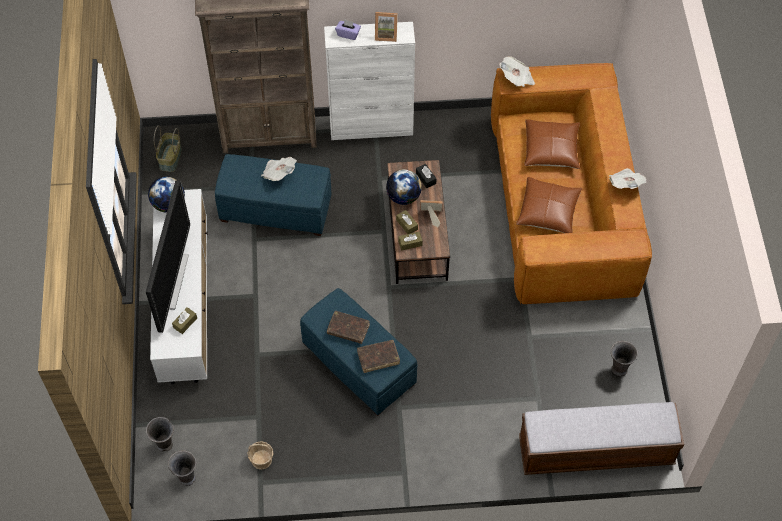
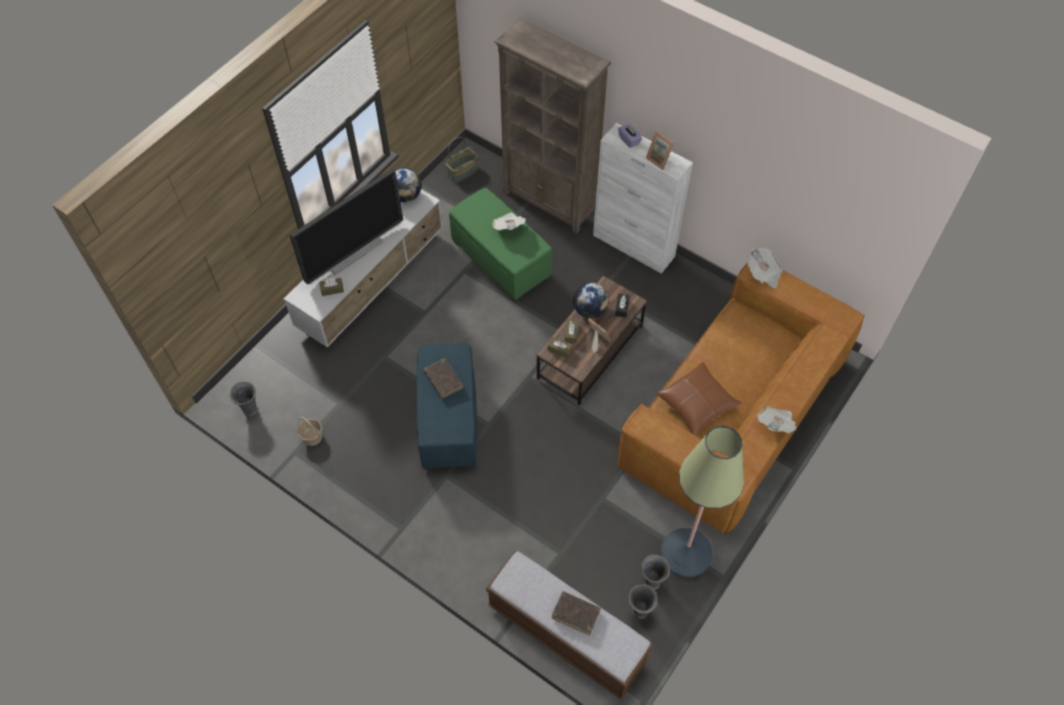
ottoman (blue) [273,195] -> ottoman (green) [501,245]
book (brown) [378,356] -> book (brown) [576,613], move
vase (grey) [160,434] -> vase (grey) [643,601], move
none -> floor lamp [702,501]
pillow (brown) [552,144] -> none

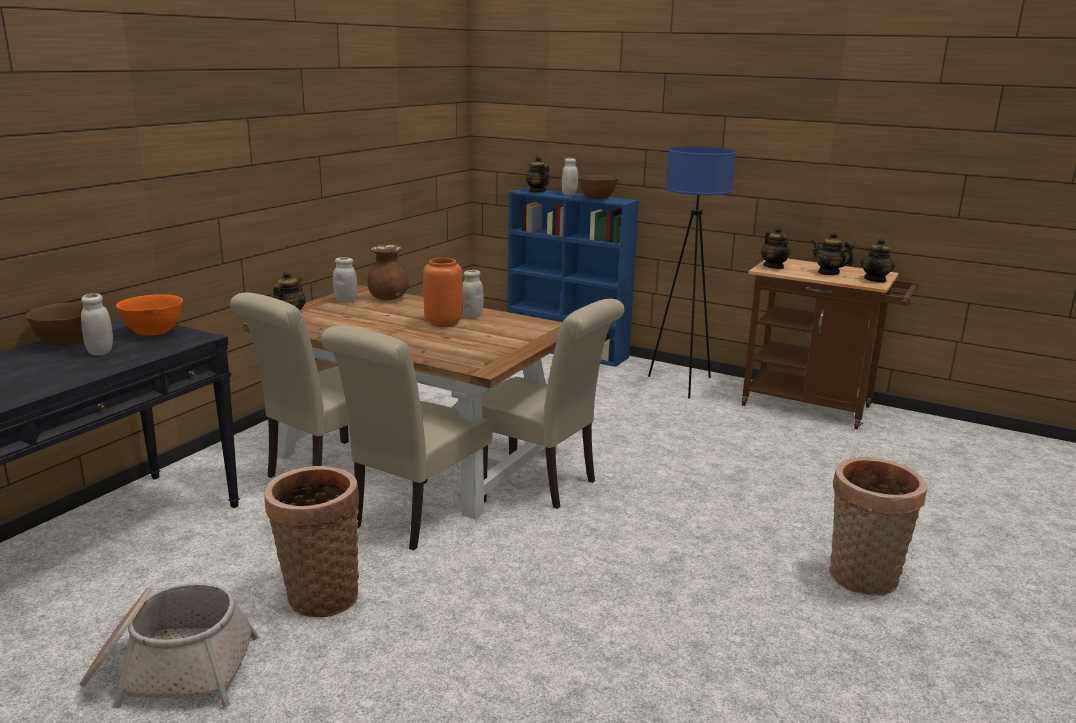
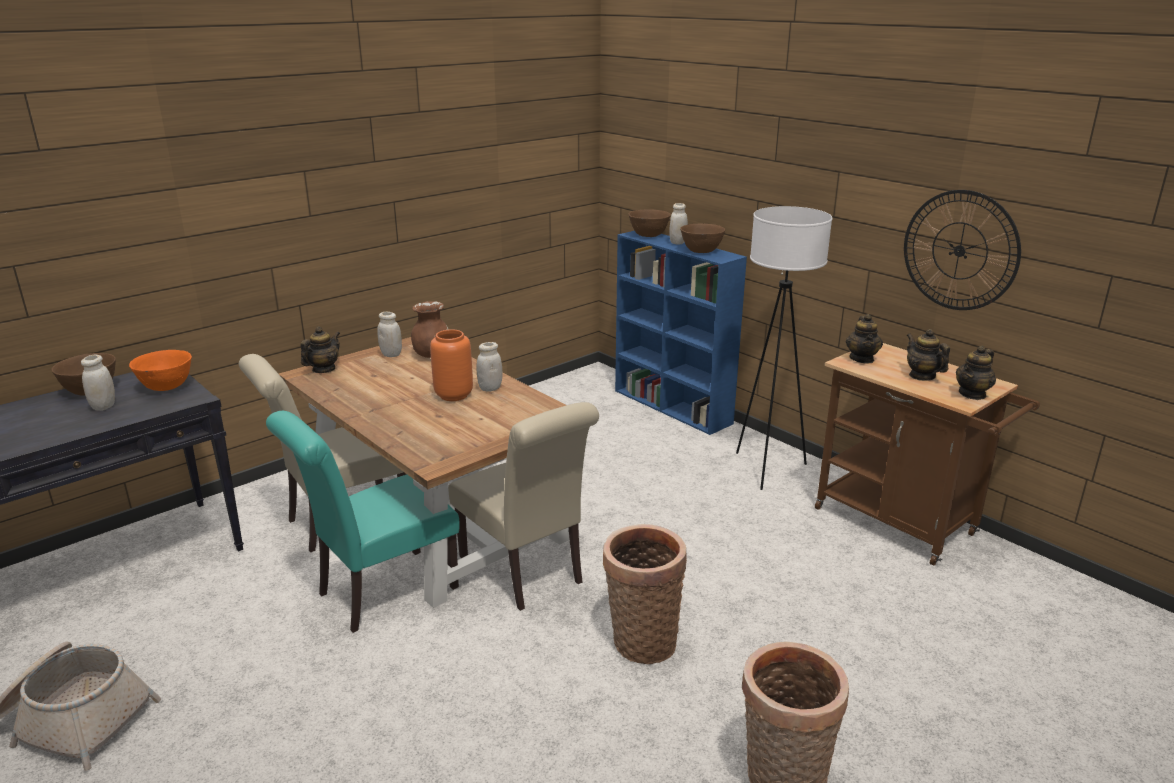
chair (beige) [407,438] -> chair (turquoise) [363,522]
basket [311,541] -> basket [645,594], move
teapot [538,174] -> bowl (brown) [649,223]
floor lamp (blue) [692,272] -> floor lamp (white) [784,348]
none -> wall clock [962,250]

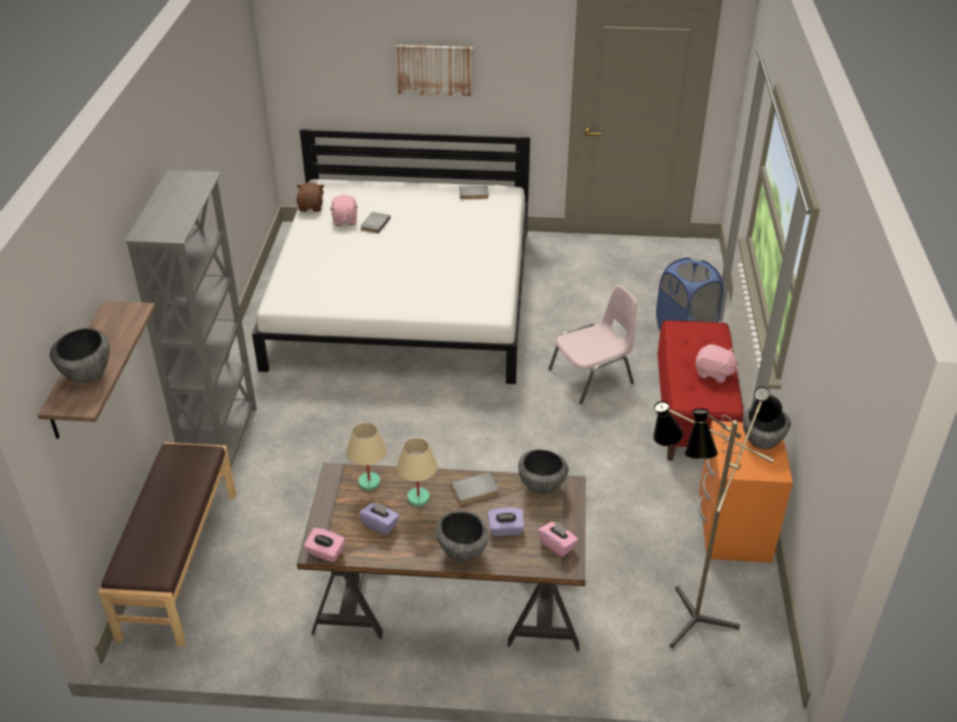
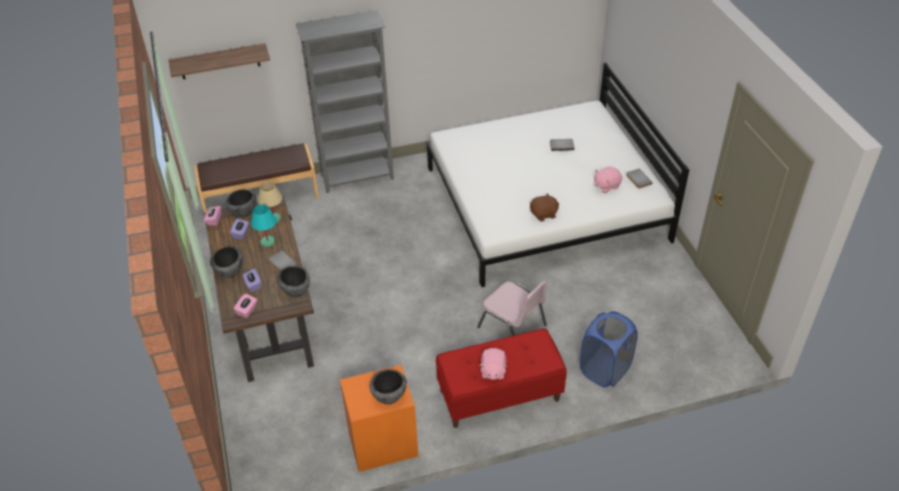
bowl [80,355] -> bowl [240,204], move
table lamp (beige) [417,472] -> table lamp (turquoise) [263,225]
plush toy (brown) [310,197] -> plush toy (brown) [544,207], move
plush toy (pink) [343,210] -> plush toy (pink) [608,179], move
picture [434,70] -> none
floor lamp [717,517] -> none

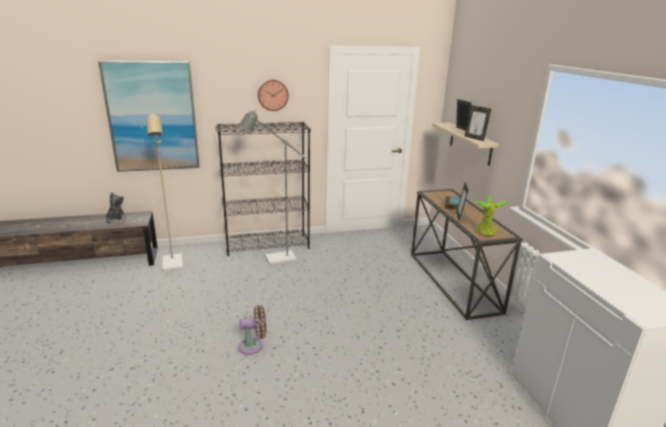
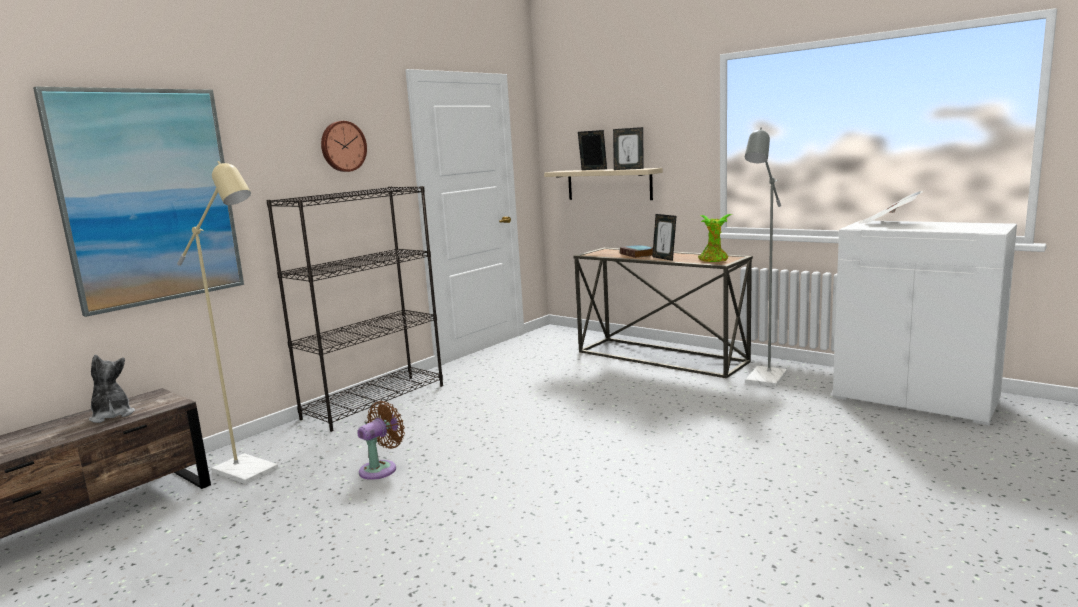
fan (brown) [252,330] -> fan (brown) [381,440], move
floor lamp (grey) [272,187] -> floor lamp (grey) [766,257], move
none -> newspaper [891,207]

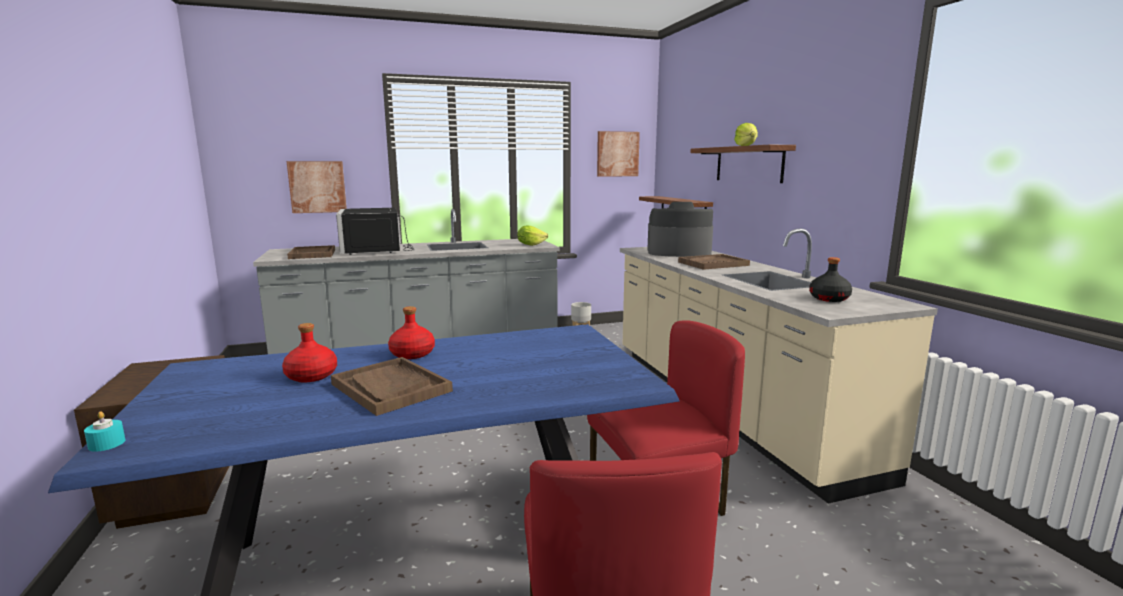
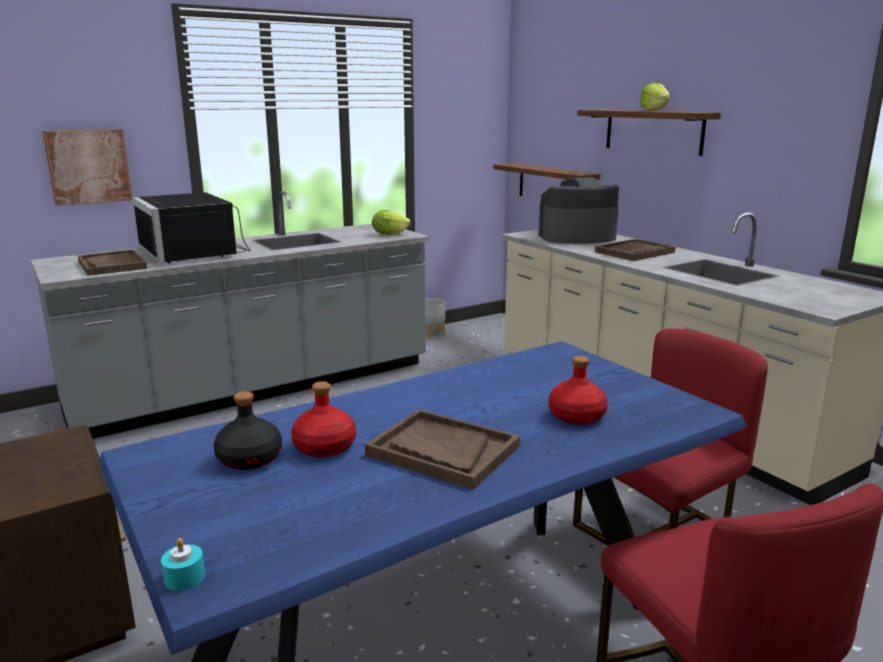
bottle (black) [830,279] -> bottle (black) [248,430], move
bottle (red) [411,332] -> bottle (red) [578,390], move
picture [618,154] -> none

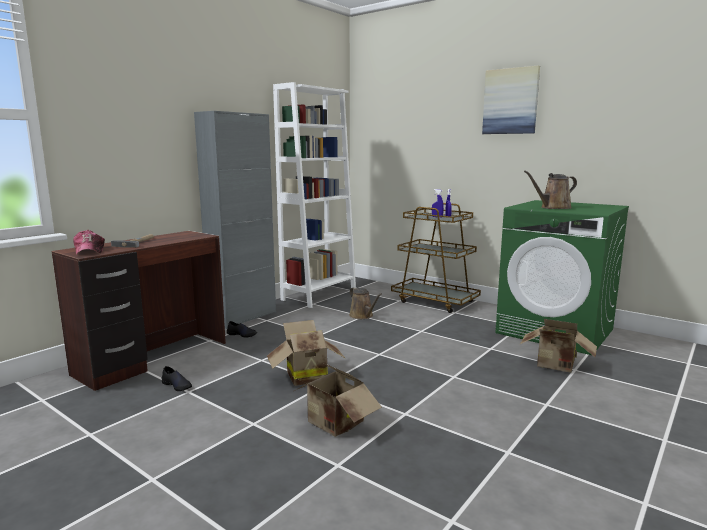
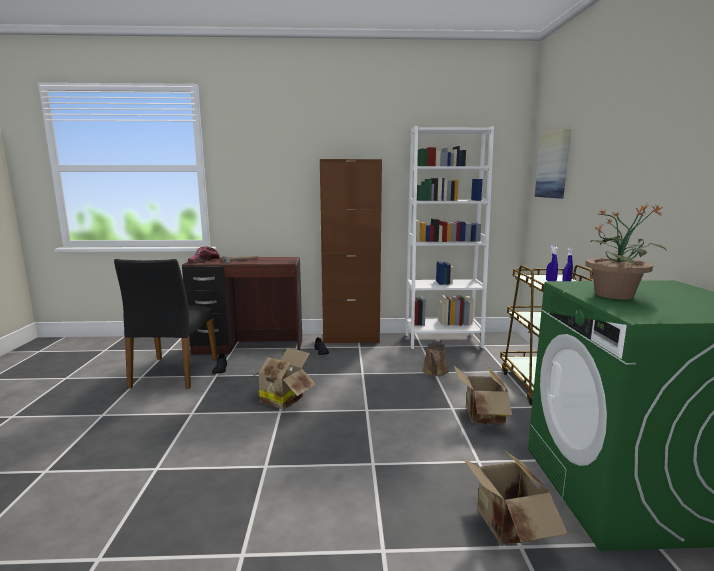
none -> chair (black) [165,324]
cabinet (grey) [235,220] -> cabinet (brown) [351,251]
cardboard box [338,400] -> cardboard box [483,395], move
picture [511,99] -> picture [553,163], move
watering can (brown) [550,190] -> potted plant [625,251]

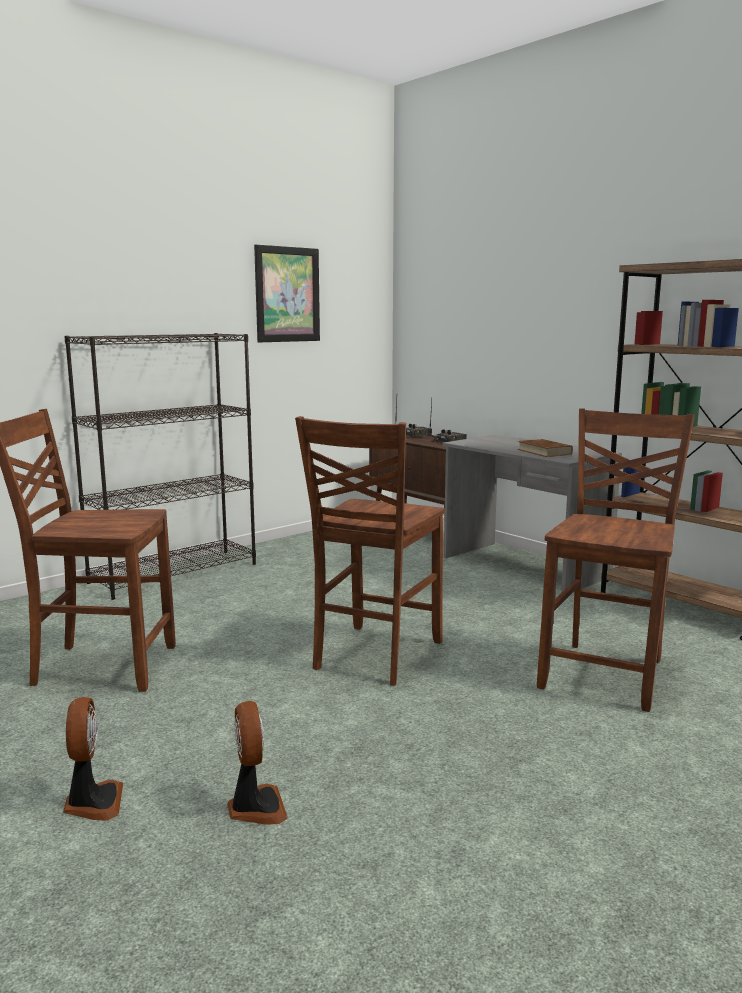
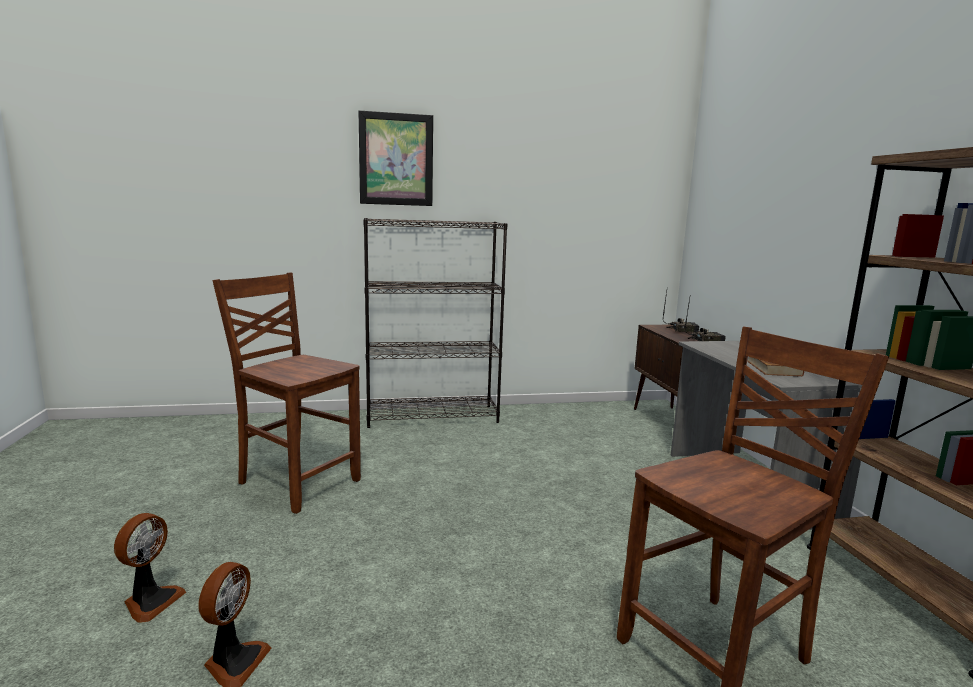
picture [287,293] -> picture [395,158], move
chair (brown) [370,551] -> none

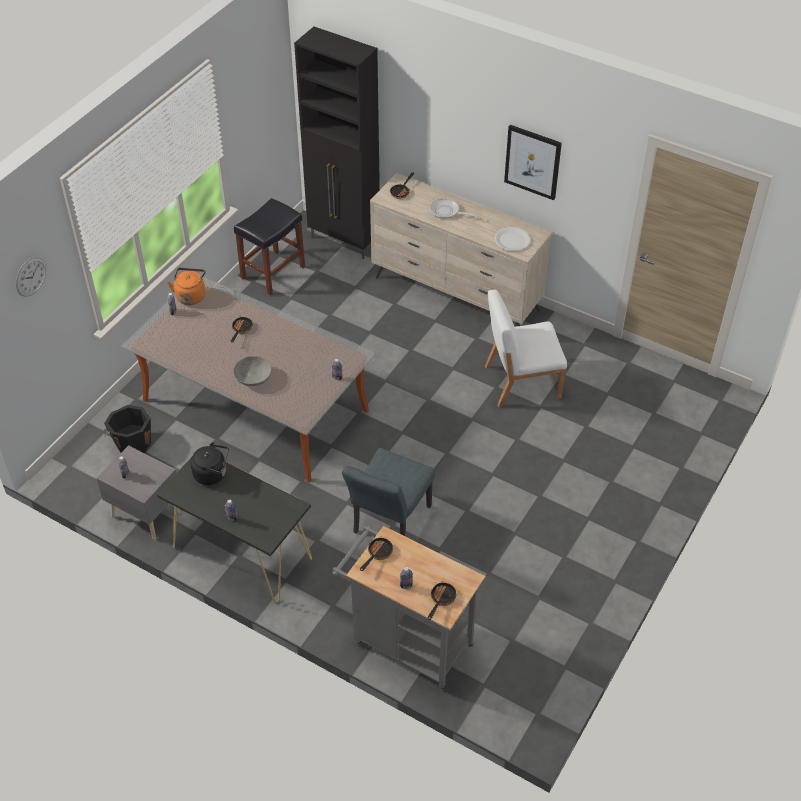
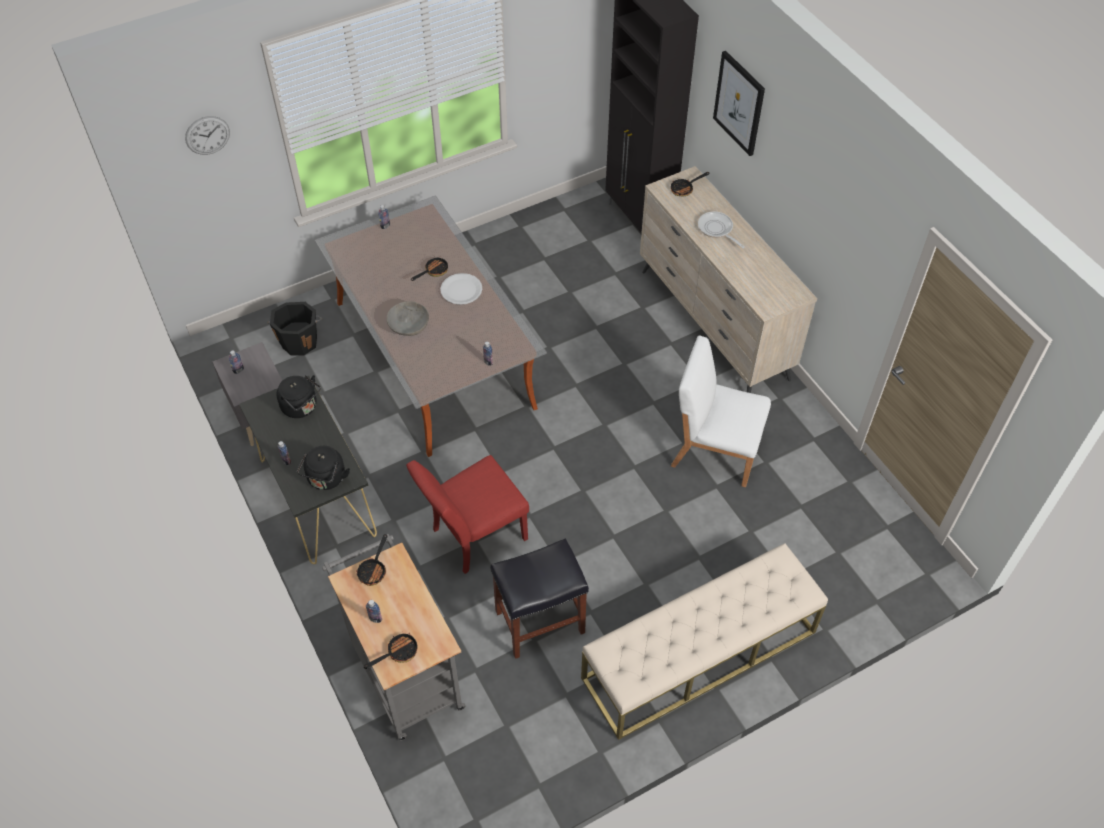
none -> kettle (black) [323,468]
frying pan [376,553] -> frying pan [371,560], 135 degrees clockwise
chair (grey) [388,492] -> chair (red) [467,514]
plate (white) [513,239] -> plate (white) [461,289], move
stool (black) [269,246] -> stool (black) [539,599], move
none -> bench (beige) [704,641]
picture [533,162] -> picture [739,103], move
kettle (orange) [186,286] -> none

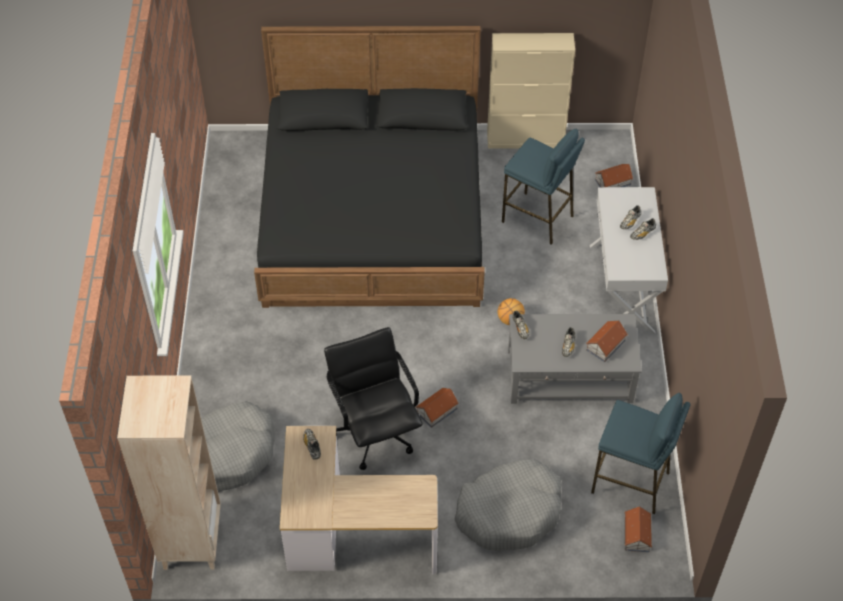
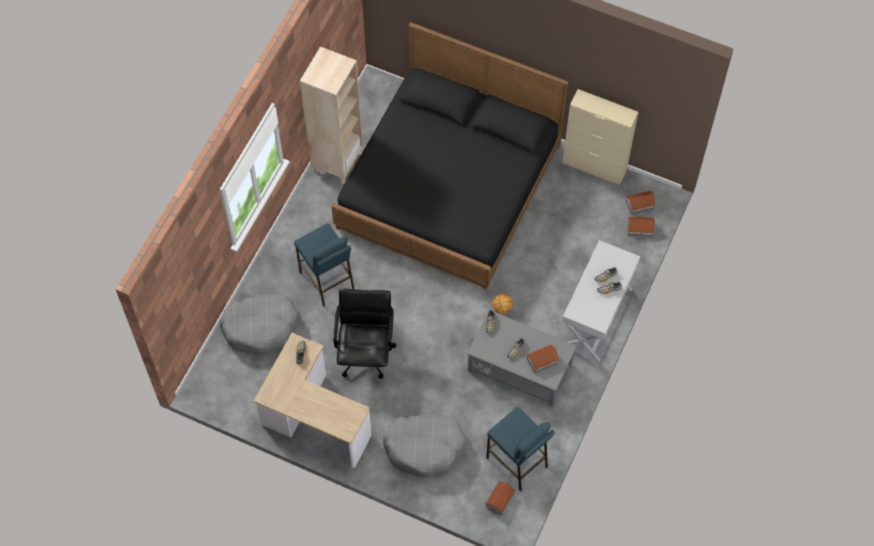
stool (blue) [543,187] -> stool (blue) [324,264], move
bookcase (beige) [169,472] -> bookcase (beige) [331,116], move
toy house [437,408] -> toy house [641,202], move

